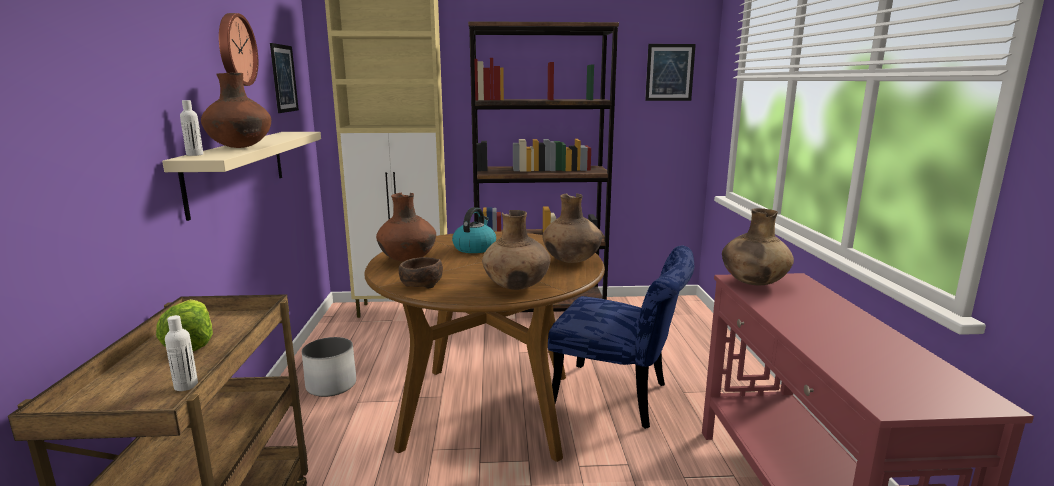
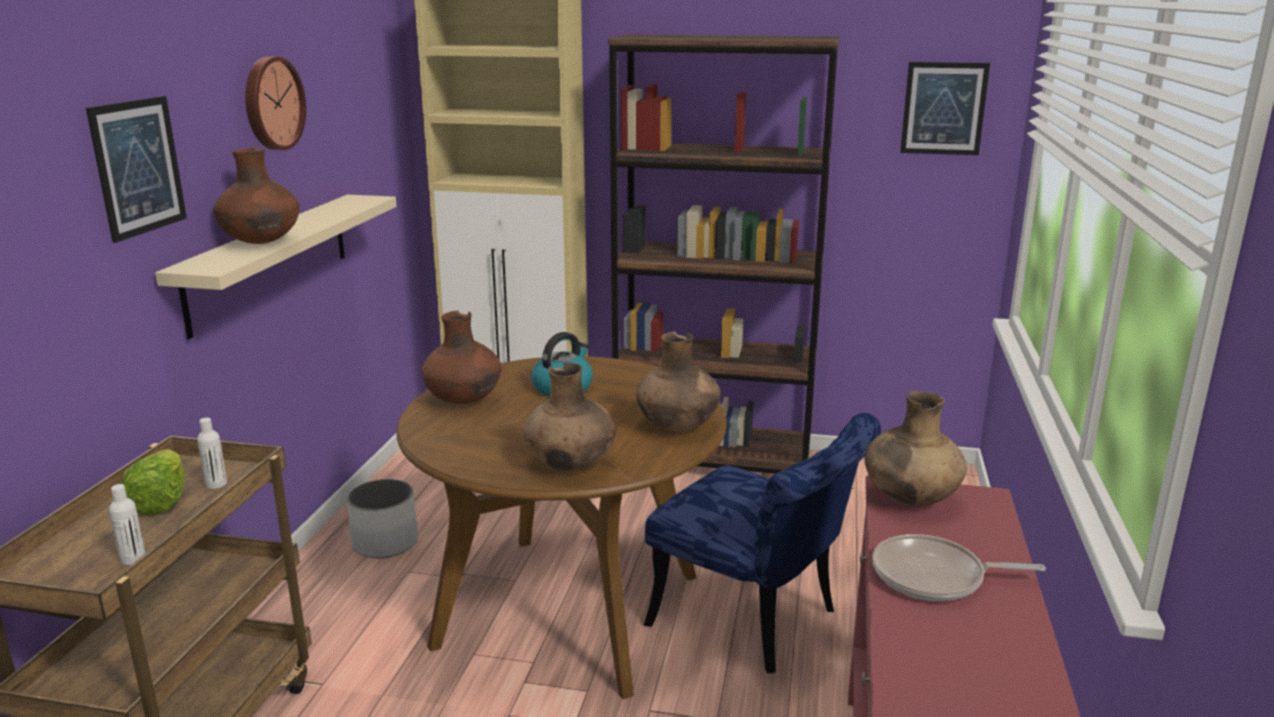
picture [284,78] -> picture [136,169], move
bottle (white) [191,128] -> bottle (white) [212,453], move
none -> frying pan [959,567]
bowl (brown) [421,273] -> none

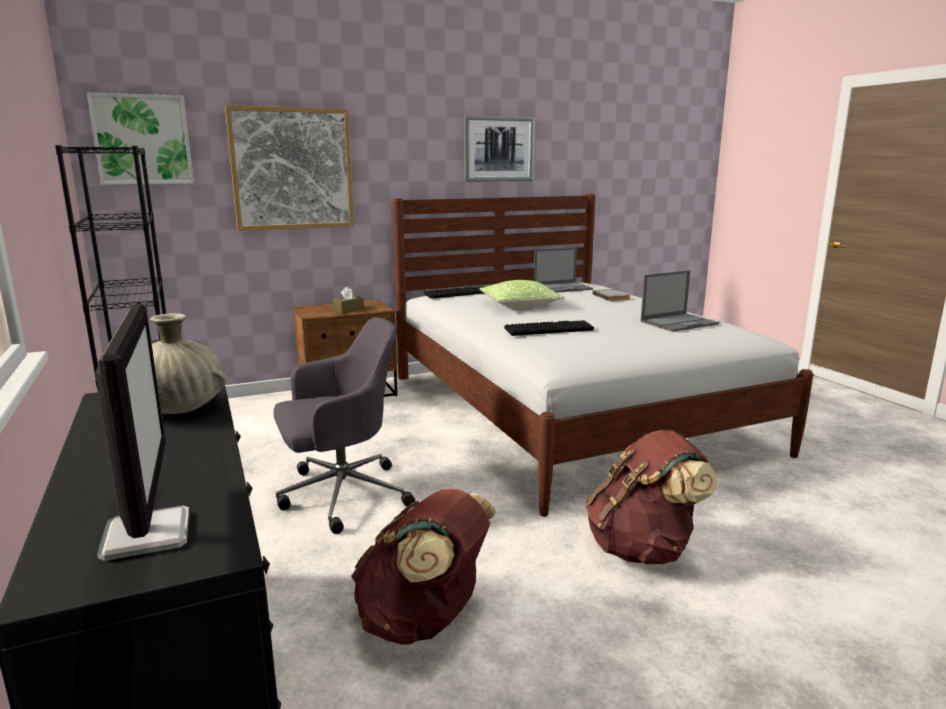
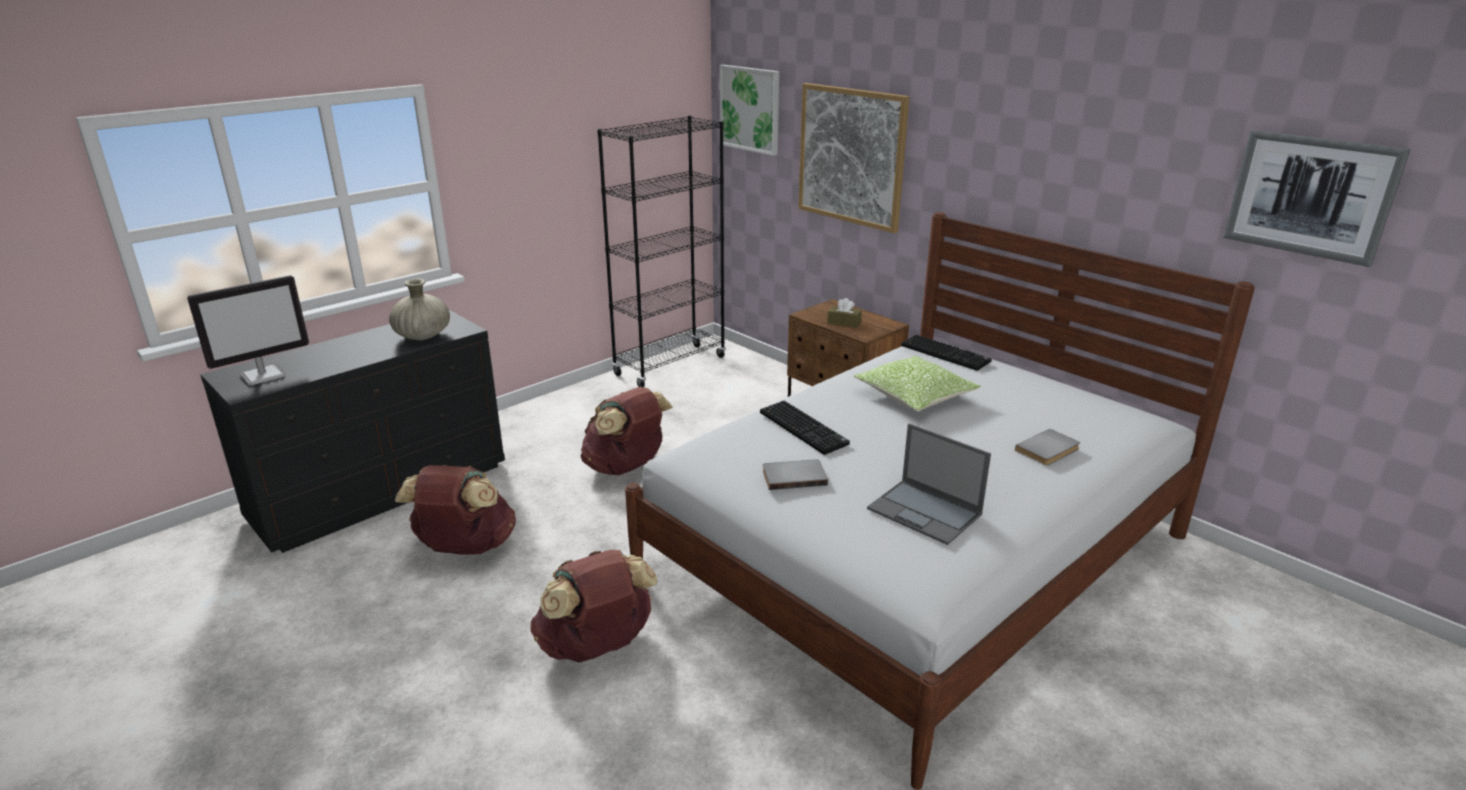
office chair (grey) [344,425] -> backpack (brown) [627,431]
none -> book (grey) [795,474]
picture [499,148] -> picture [1317,198], move
laptop [563,270] -> none

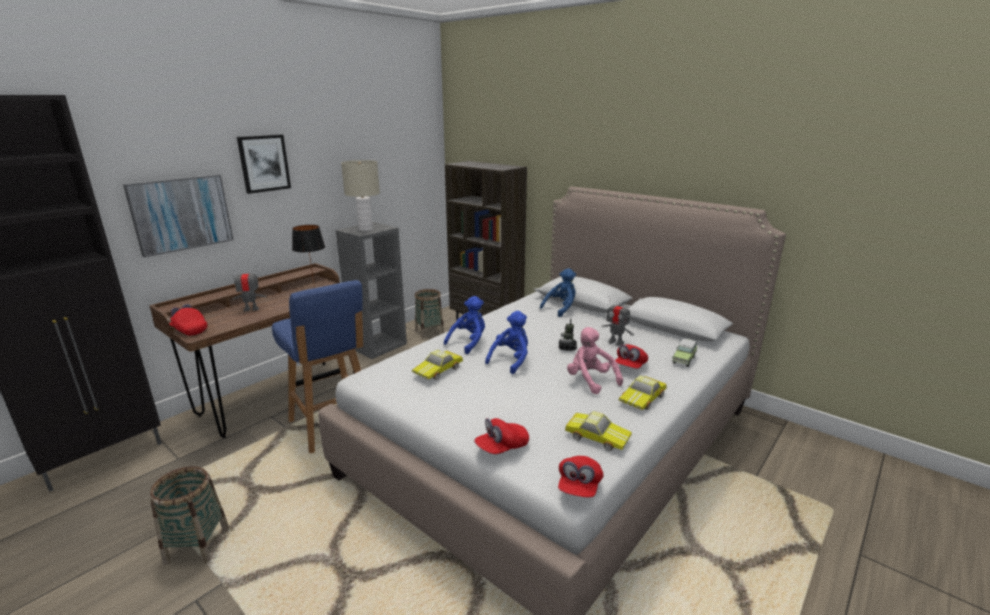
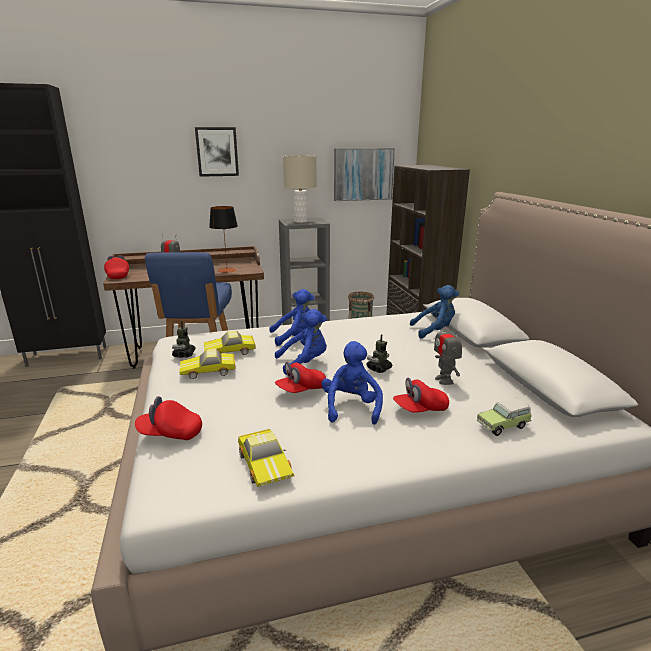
none -> toy robot [184,339]
toy car [642,392] -> toy car [207,363], move
cap (red) [581,476] -> cap (red) [300,377], move
plush toy (pink) [595,360] -> plush toy (blue) [352,383]
picture [178,216] -> picture [364,174], move
basket [189,515] -> none

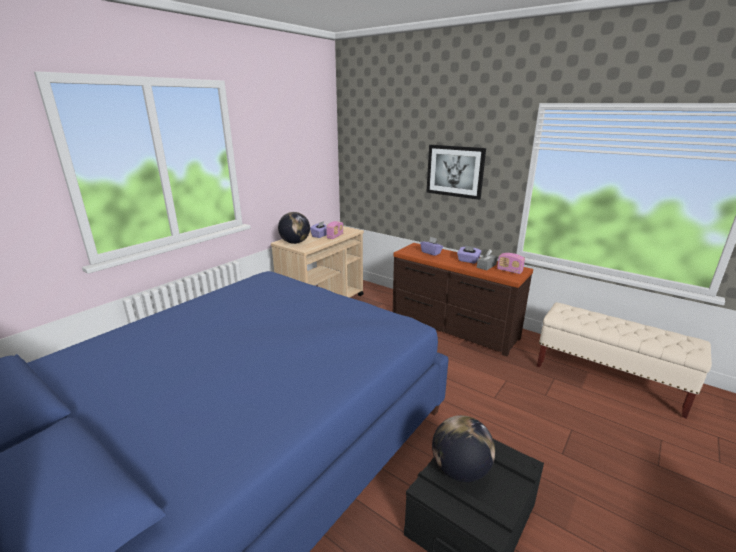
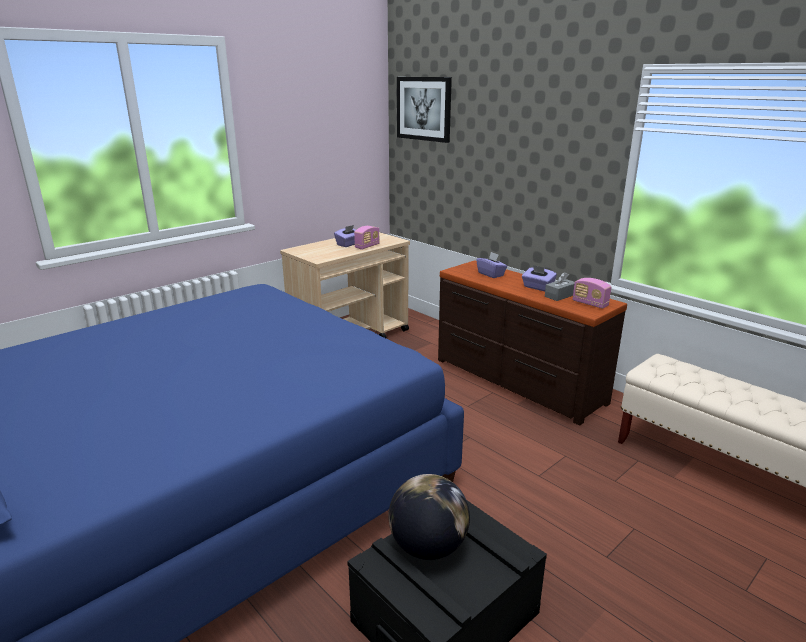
picture [456,172] -> picture [424,110], move
globe [294,228] -> none

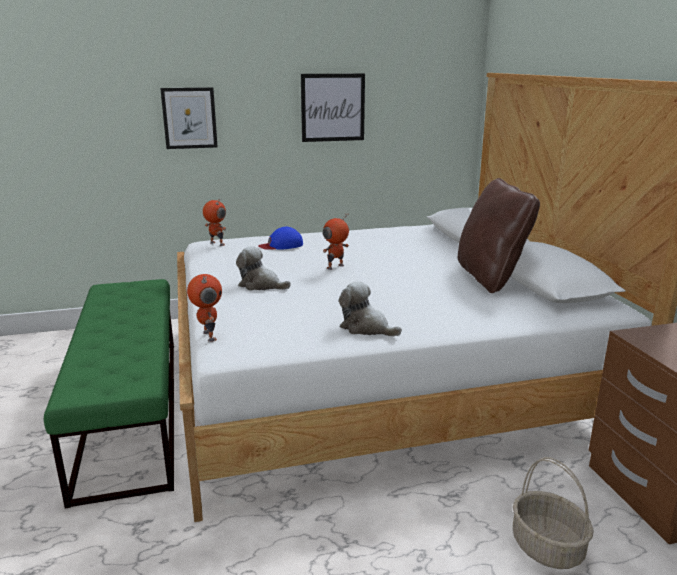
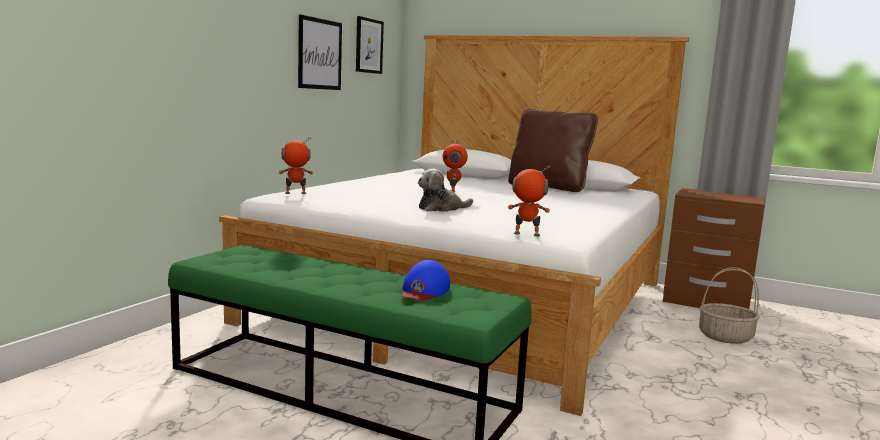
picture [189,118] -> picture [370,45], move
cap (blue) [280,238] -> cap (blue) [425,280], move
plush toy [370,308] -> none

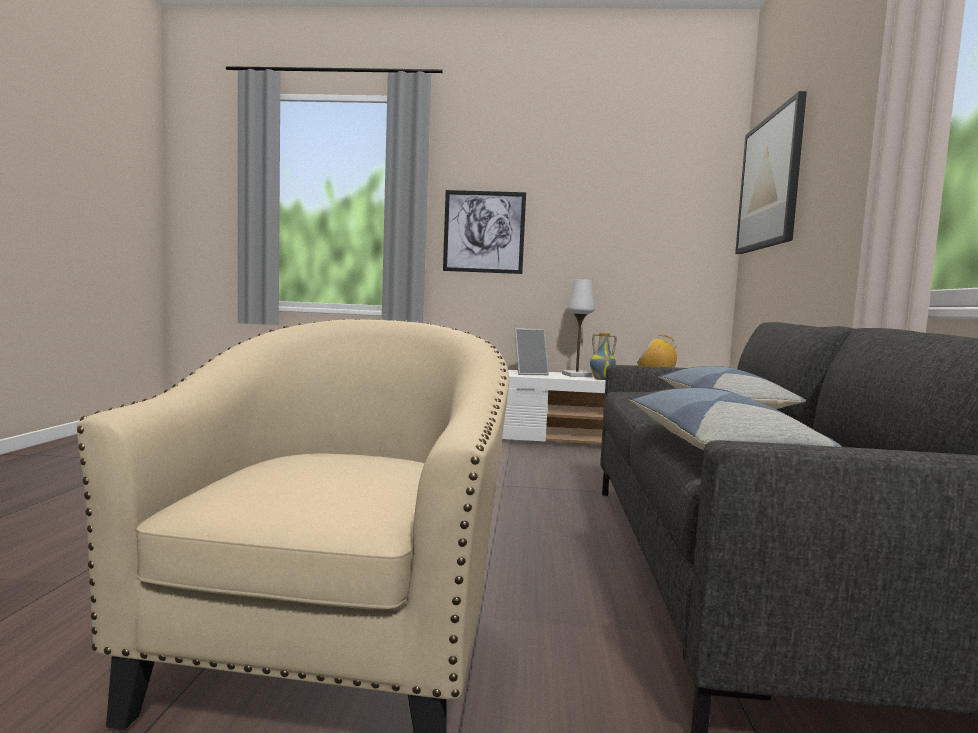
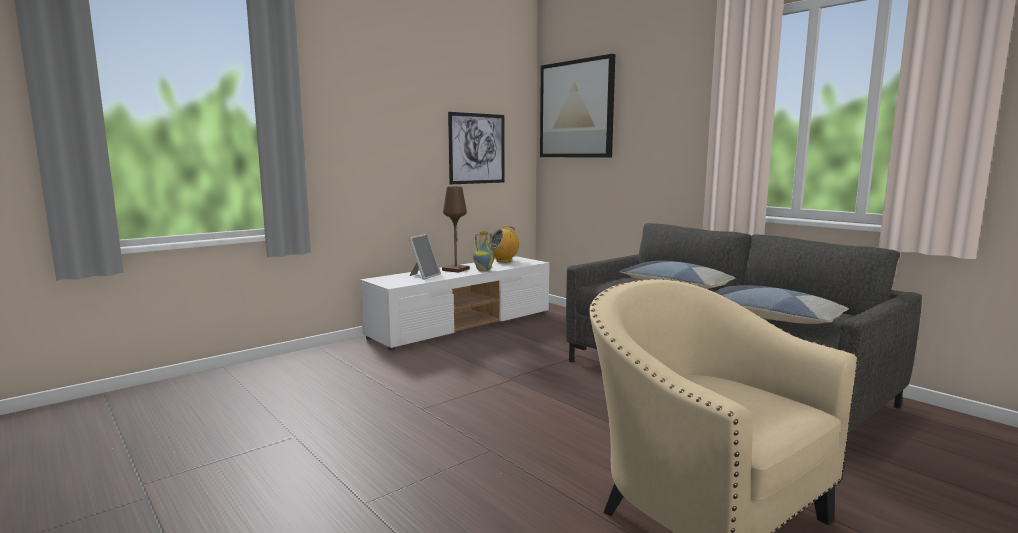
table lamp (white) [578,328] -> table lamp (brown) [456,230]
picture [484,232] -> picture [476,148], move

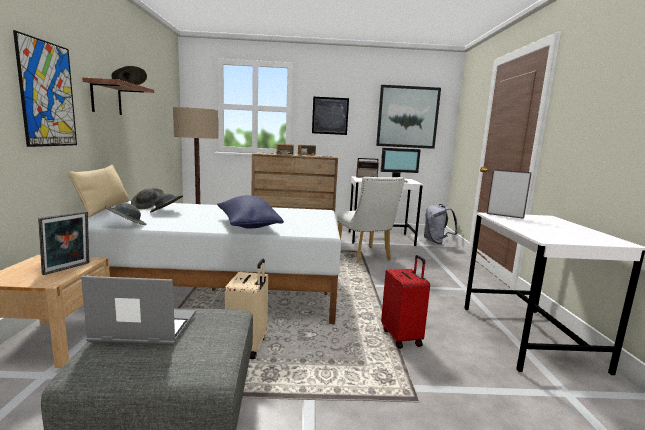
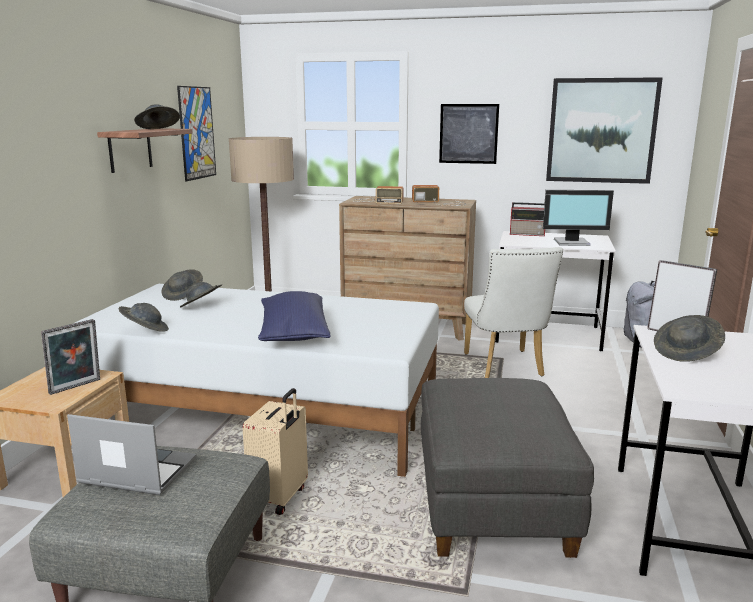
picture [45,88] -> picture [196,133], move
suitcase (red) [405,302] -> ottoman (grey) [507,468]
none -> hat (grey) [689,338]
pillow (beige) [98,191] -> none

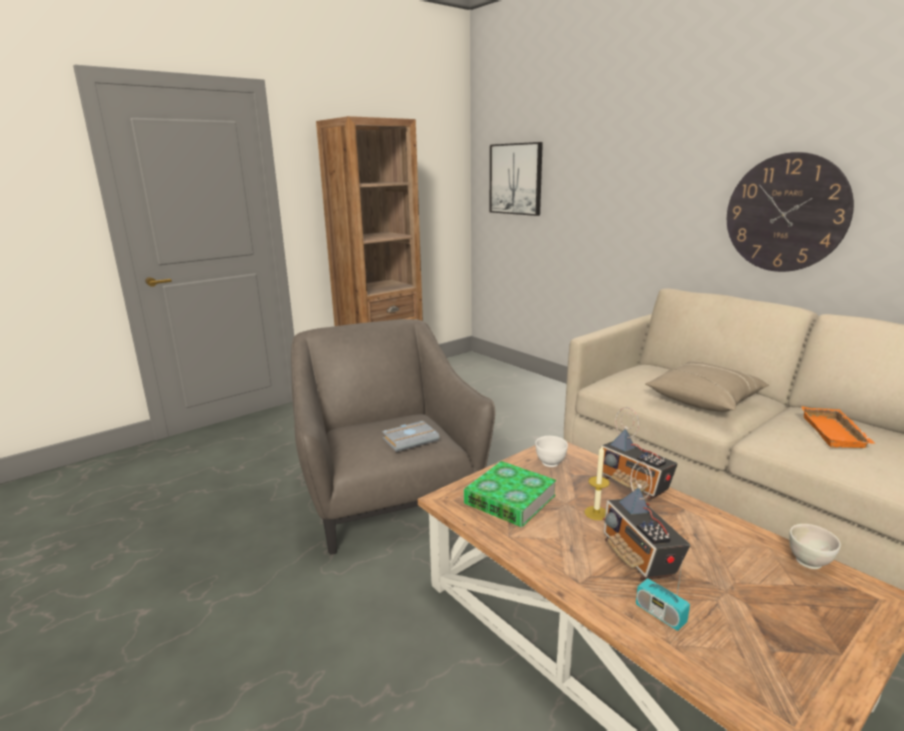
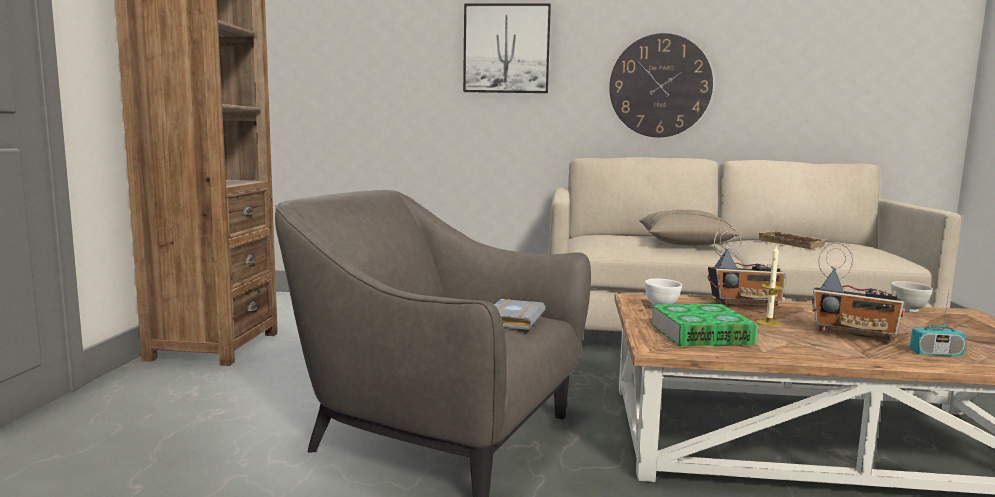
picture [516,179] -> picture [507,48], move
tray (orange) [838,427] -> tray (beige) [792,239]

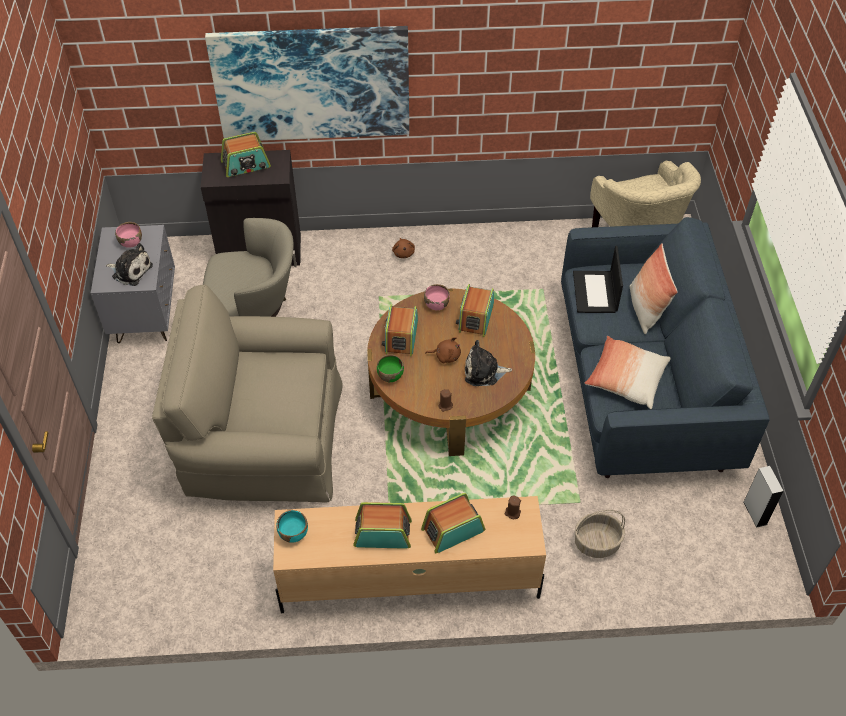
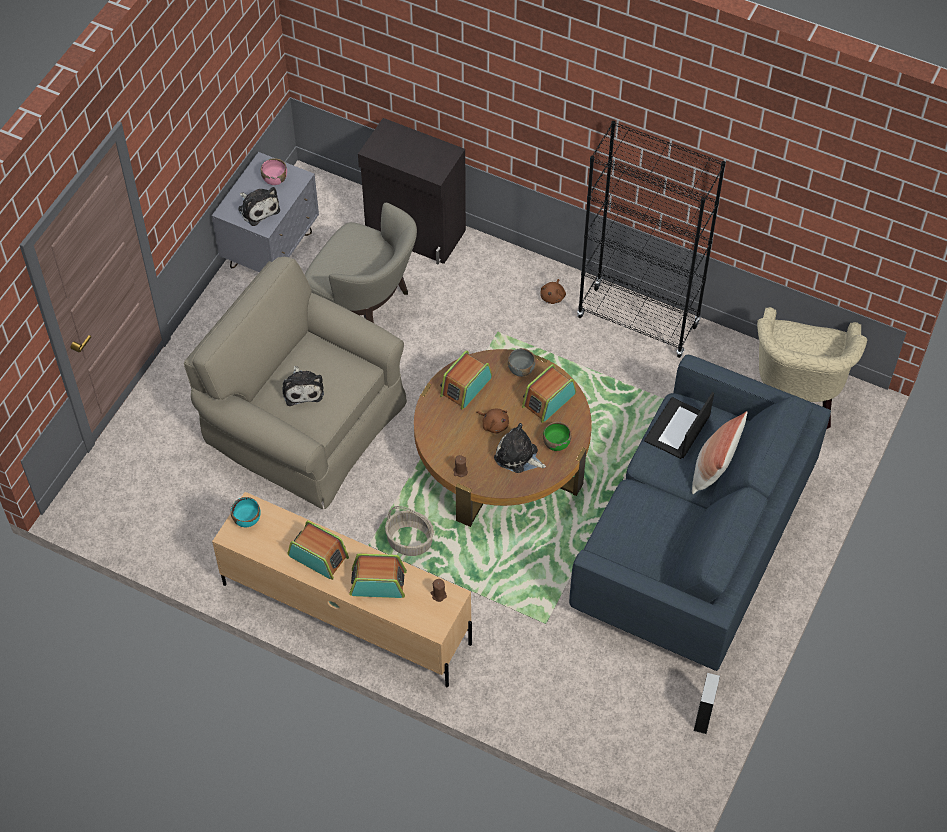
none -> plush toy [303,386]
basket [600,534] -> basket [409,531], move
bowl (pink) [437,297] -> bowl (grey) [521,362]
bowl (green) [390,368] -> bowl (green) [557,436], move
none -> bookcase (black) [651,239]
picture [307,83] -> none
radio [246,154] -> none
pillow [627,372] -> none

